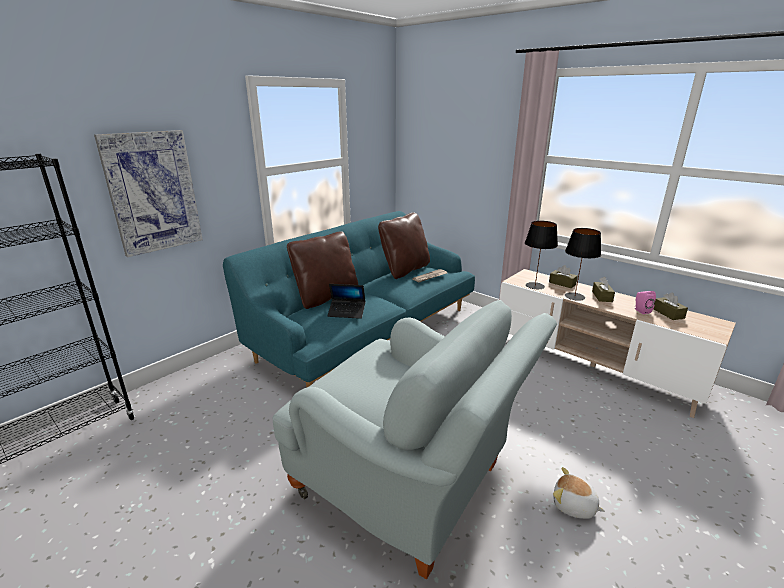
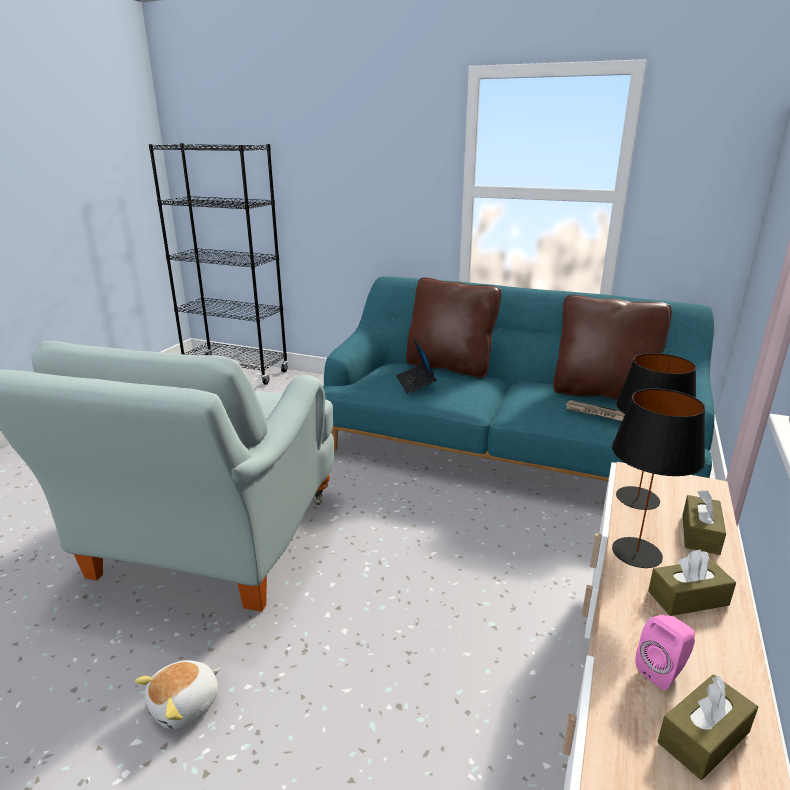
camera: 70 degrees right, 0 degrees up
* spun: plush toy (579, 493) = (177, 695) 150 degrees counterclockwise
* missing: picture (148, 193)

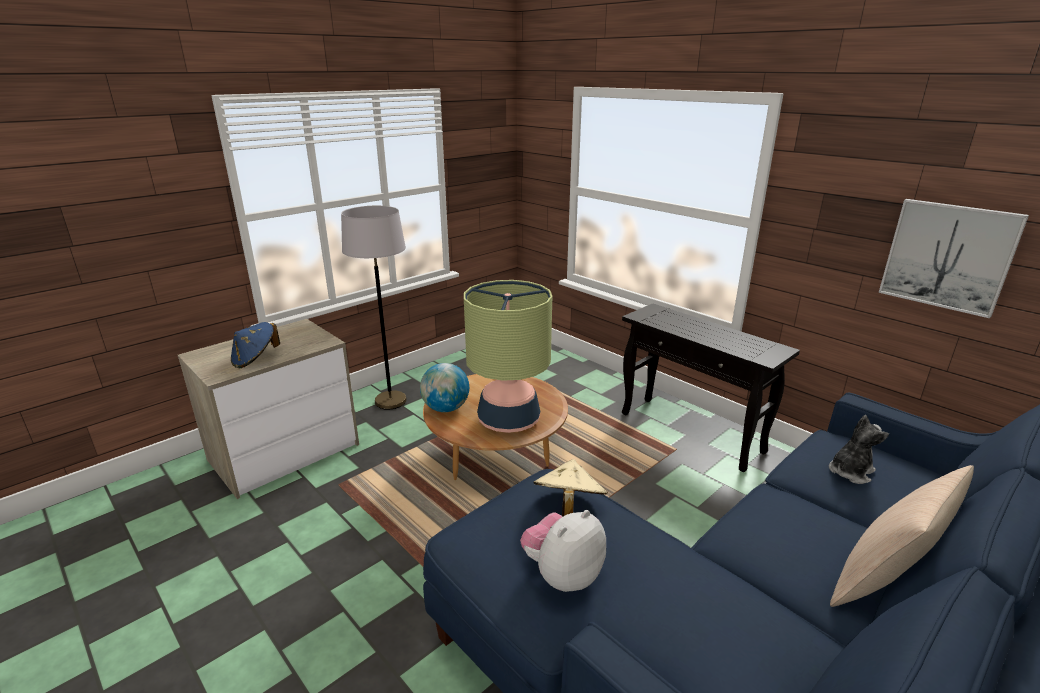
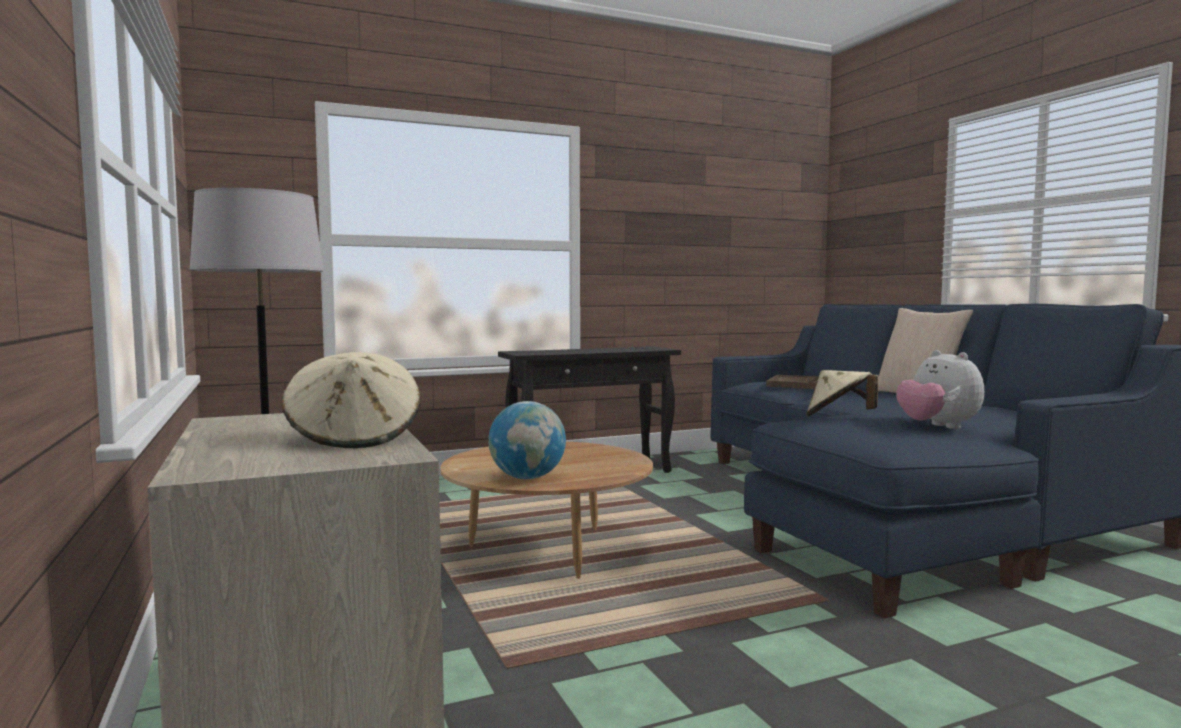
camera: 70 degrees left, 20 degrees down
* colour: hat/blue (255, 345) to hat/beige (350, 400)
* exchanged: plush toy (859, 449) to tray/brown (792, 382)
* missing: table lamp (508, 356)
* missing: picture (953, 258)

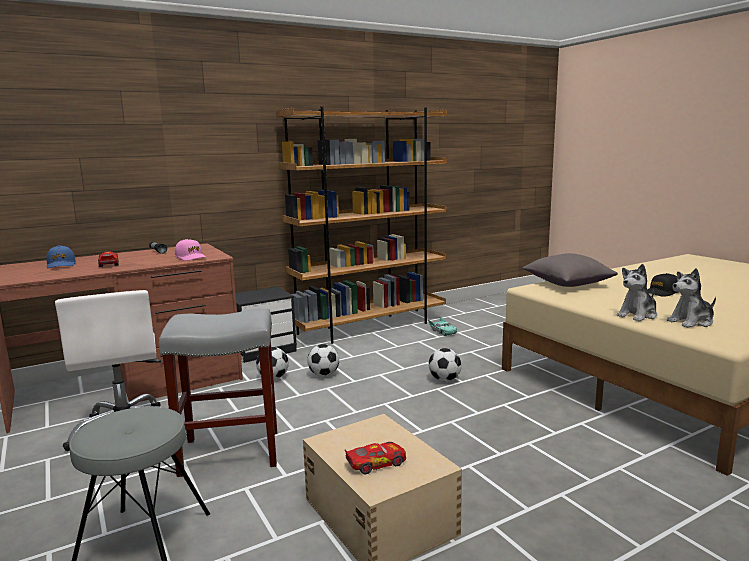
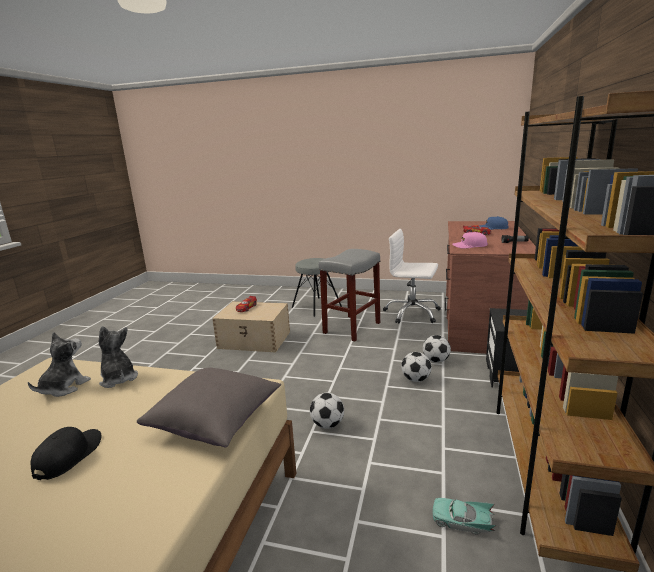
camera: 135 degrees right, 5 degrees up
* spun: plush toy (636, 292) = (118, 357) 45 degrees counterclockwise

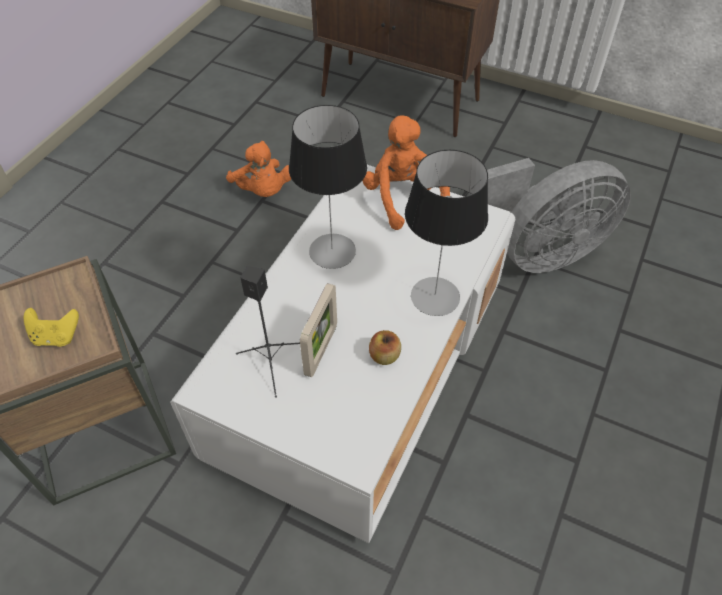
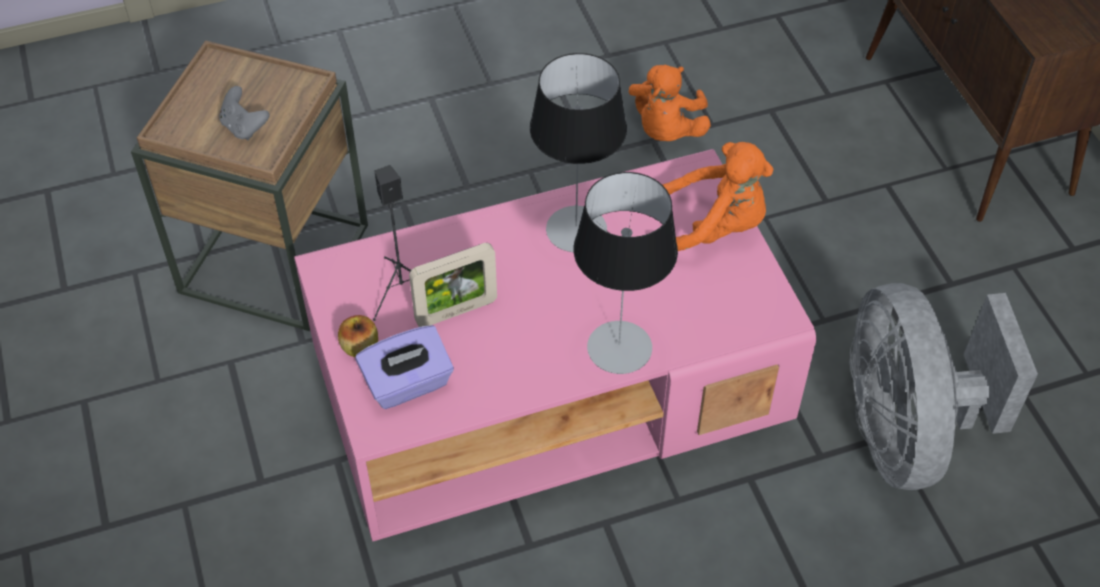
camera: 45 degrees right, 0 degrees up
* colour: game controller/yellow (51, 327) to game controller/grey (244, 113)
* colour: coffee table/white (342, 354) to coffee table/pink (555, 345)
* relocated: apple (385, 347) to (358, 336)
* appeared: tissue box/purple (404, 367)
* spun: plush toy/orange (406, 173) = (717, 196) 75 degrees clockwise
* spun: fan/grey (550, 215) = (943, 386) 60 degrees clockwise

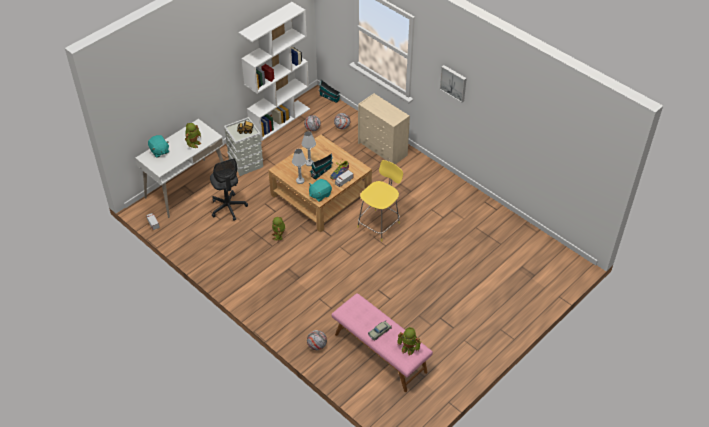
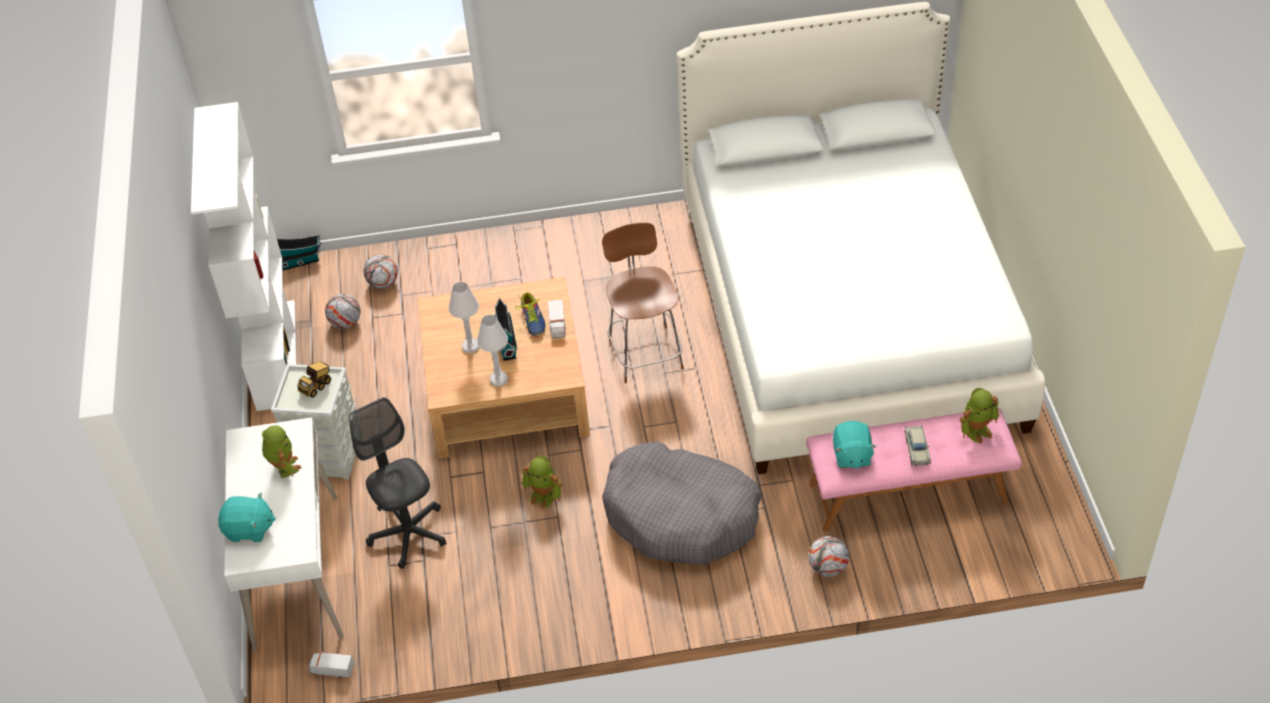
camera: 50 degrees left, 0 degrees up
* spun: office chair/grey (229, 189) = (397, 483) 135 degrees counterclockwise
* colour: stool/yellow (380, 201) to stool/brown (643, 303)
* appeared: dog bed/grey (681, 503)
* appeared: bed/white (861, 238)
* relocated: plush toy/turquoise (320, 190) to (855, 445)
* missing: dresser/beige (384, 128)
* missing: picture (453, 84)

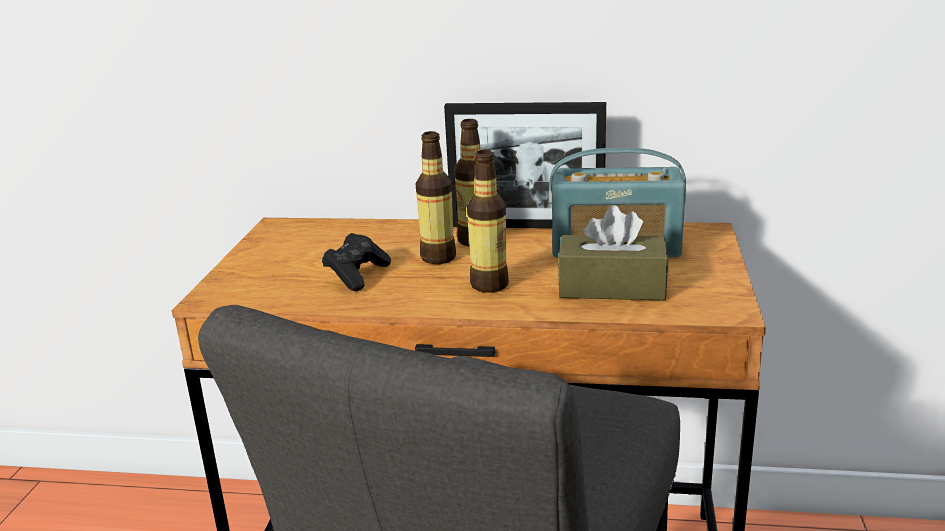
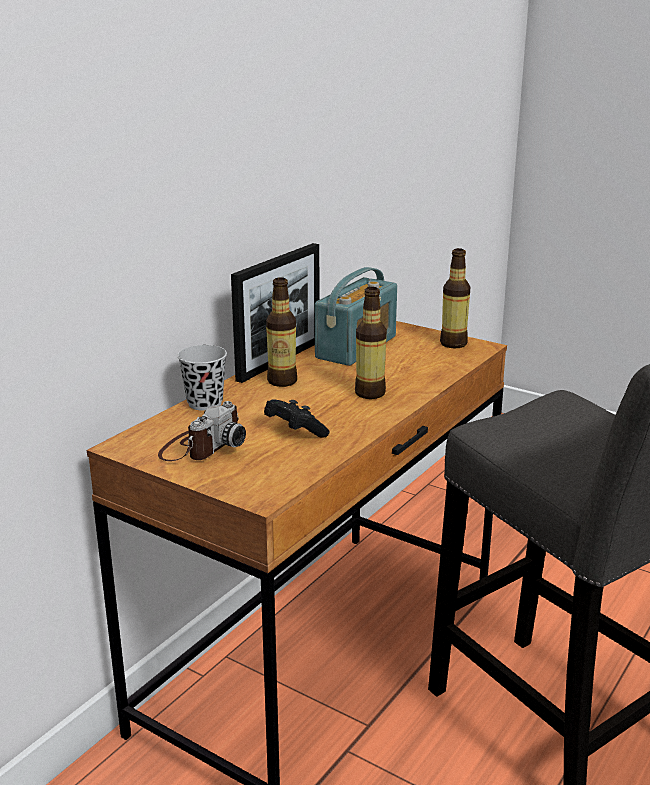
camera: 65 degrees left, 0 degrees up
* appeared: photo camera (202, 431)
* appeared: cup/black (202, 378)
* relocated: bottle (436, 197) to (455, 298)
* missing: tissue box/brown (613, 252)

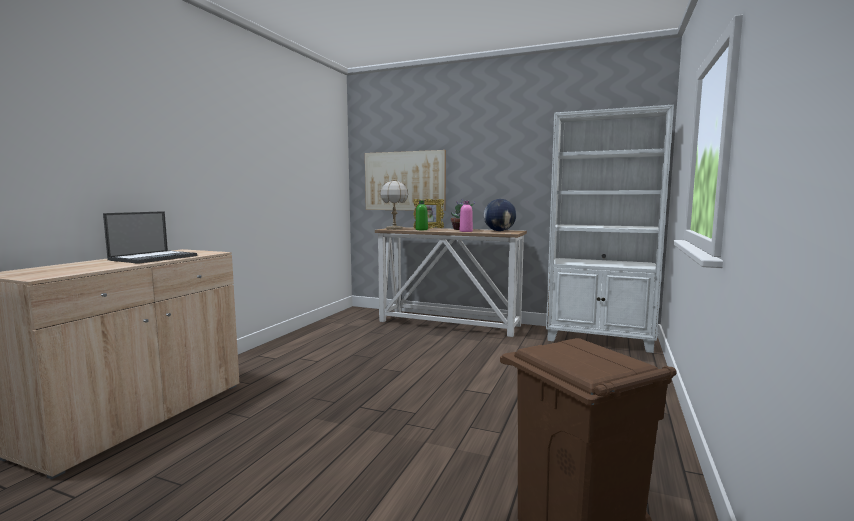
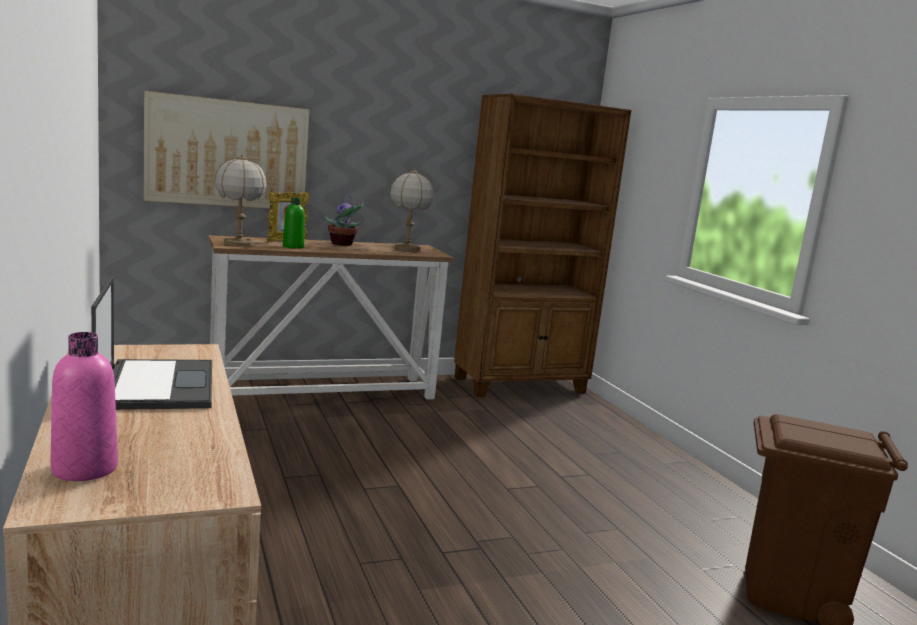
camera: 45 degrees left, 5 degrees up
* relocated: bottle/pink (466, 216) to (84, 406)
* exchanged: globe (500, 215) to table lamp (412, 209)
* colour: bookcase/white (610, 229) to bookcase/brown (542, 245)

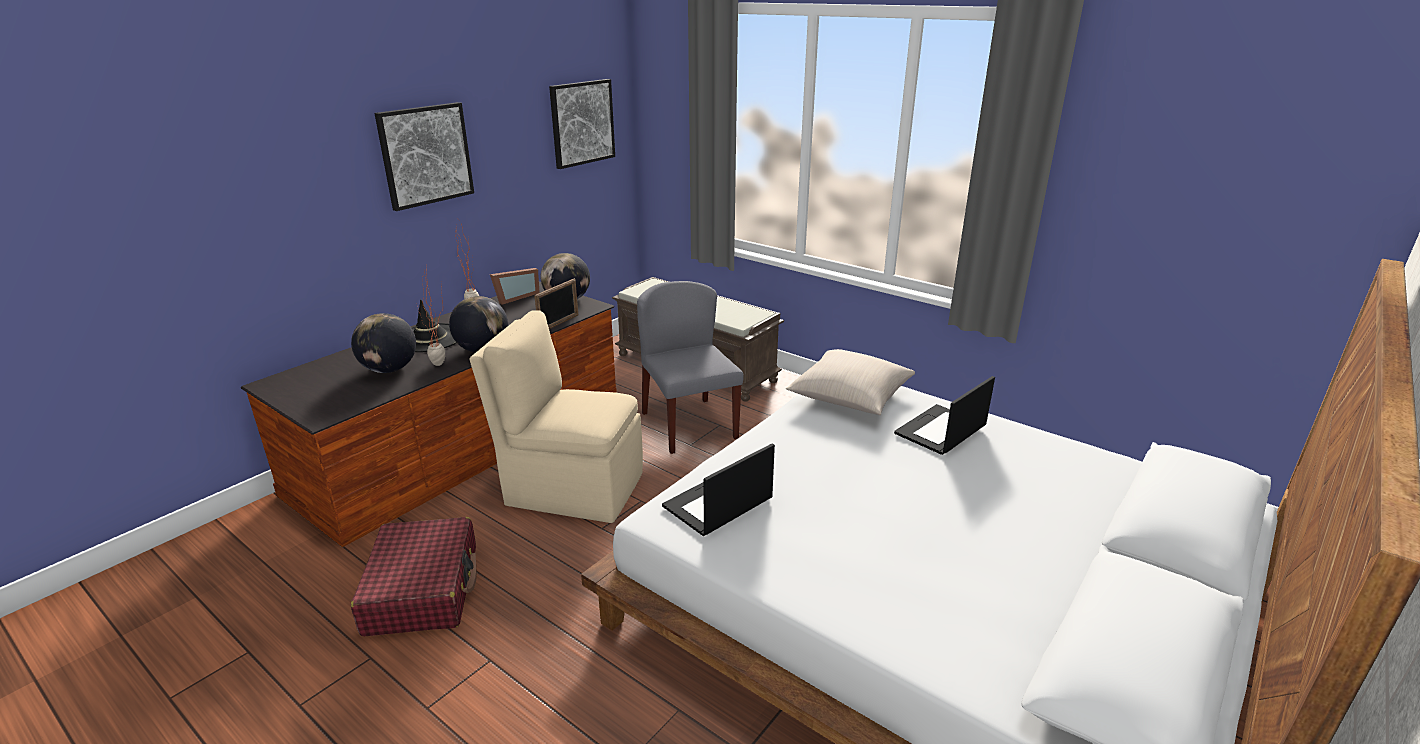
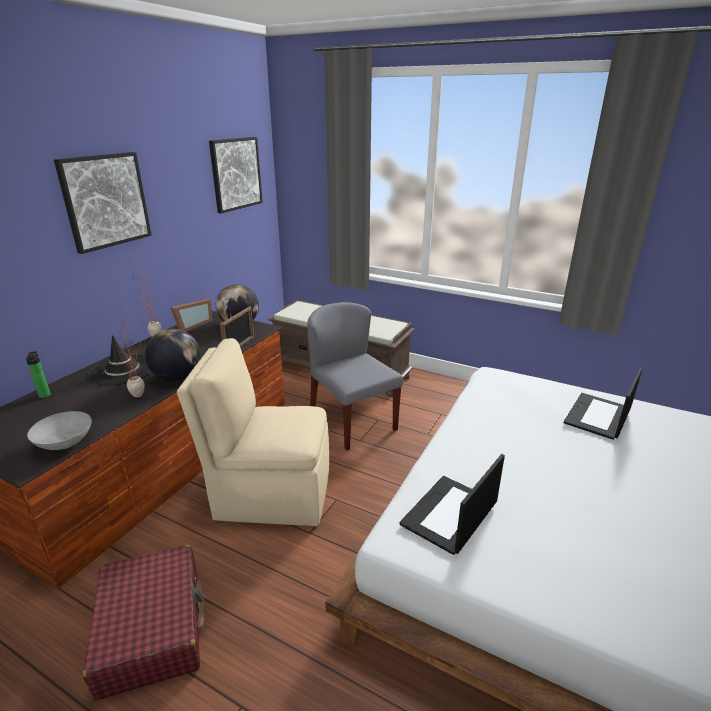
camera: 10 degrees left, 0 degrees up
* appeared: bottle (38, 374)
* appeared: bowl/grey (59, 430)
* missing: globe (383, 343)
* missing: pillow/beige (850, 382)

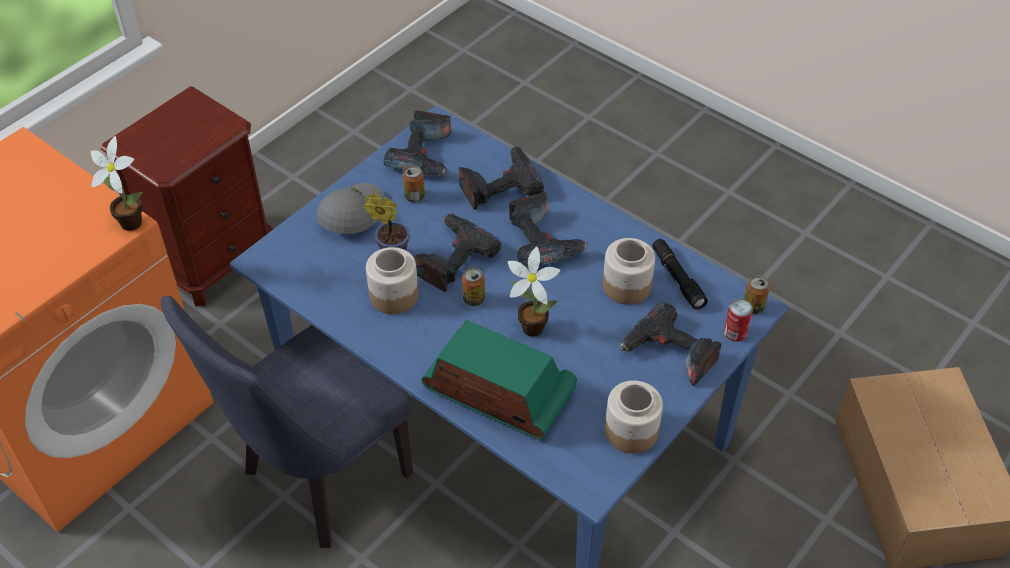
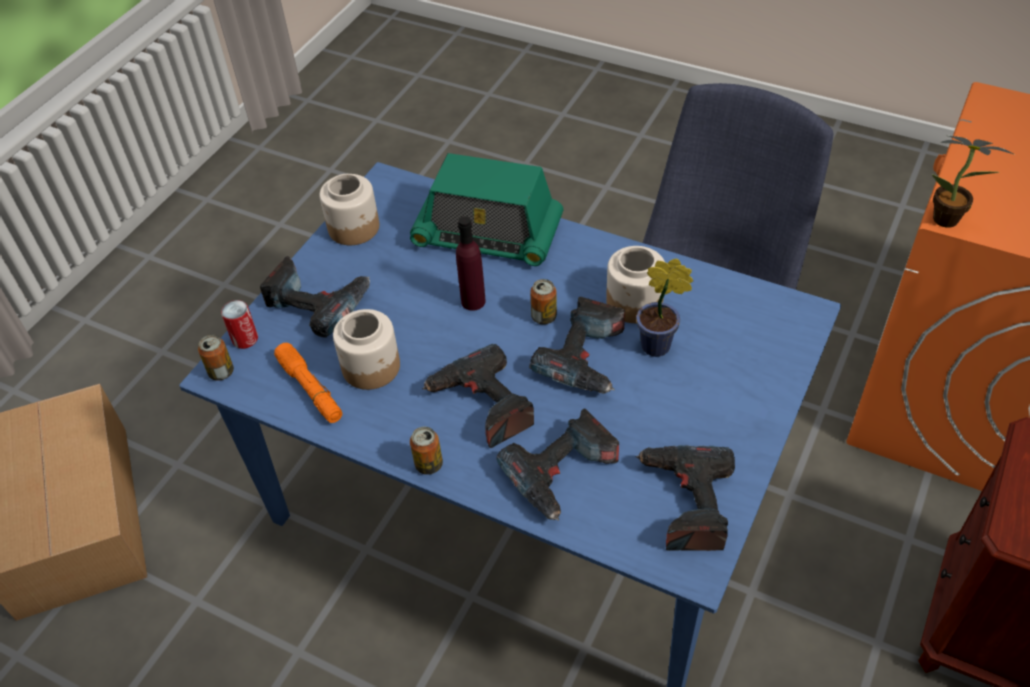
camera: 170 degrees right, 0 degrees up
* colour: flashlight/black (680, 274) to flashlight/orange (308, 382)
* relocated: can (414, 183) to (426, 451)
* exchanged: potted plant (534, 292) to bottle/purple (471, 263)
* missing: cap/grey (350, 208)

